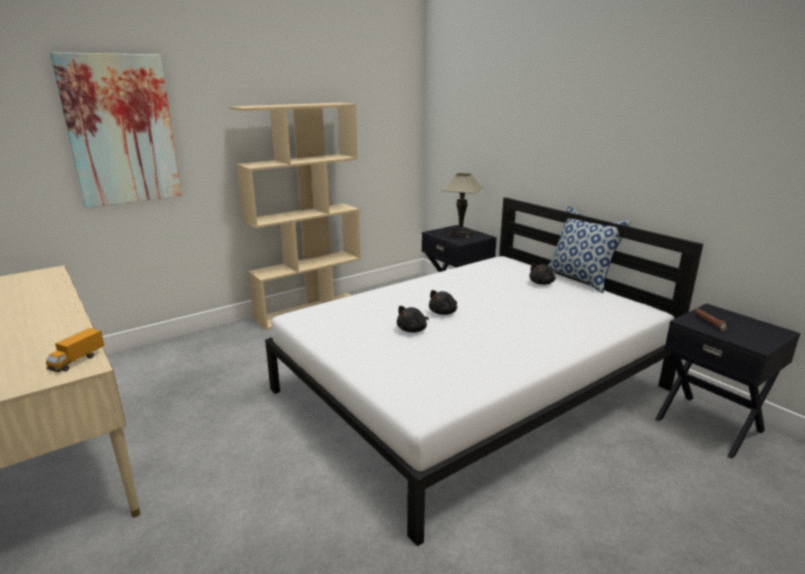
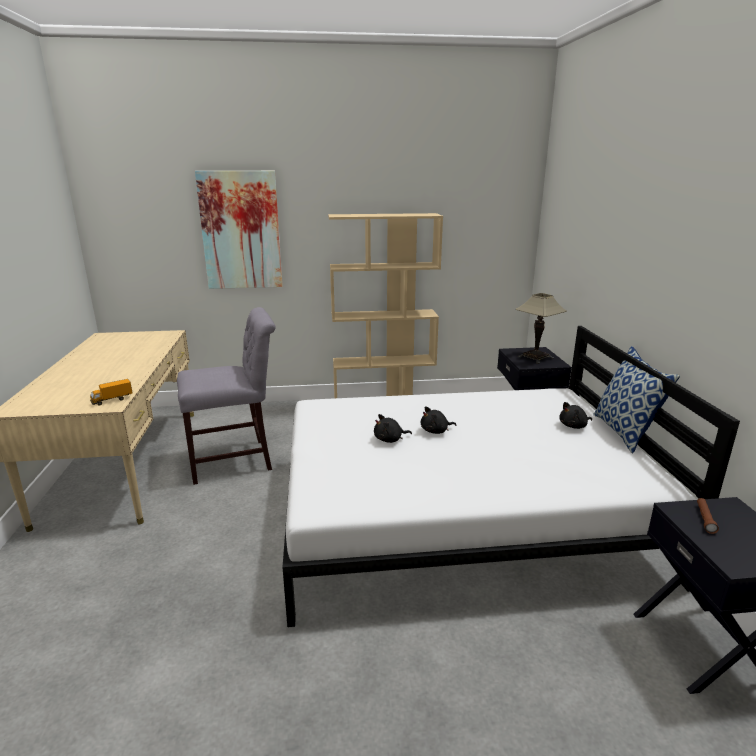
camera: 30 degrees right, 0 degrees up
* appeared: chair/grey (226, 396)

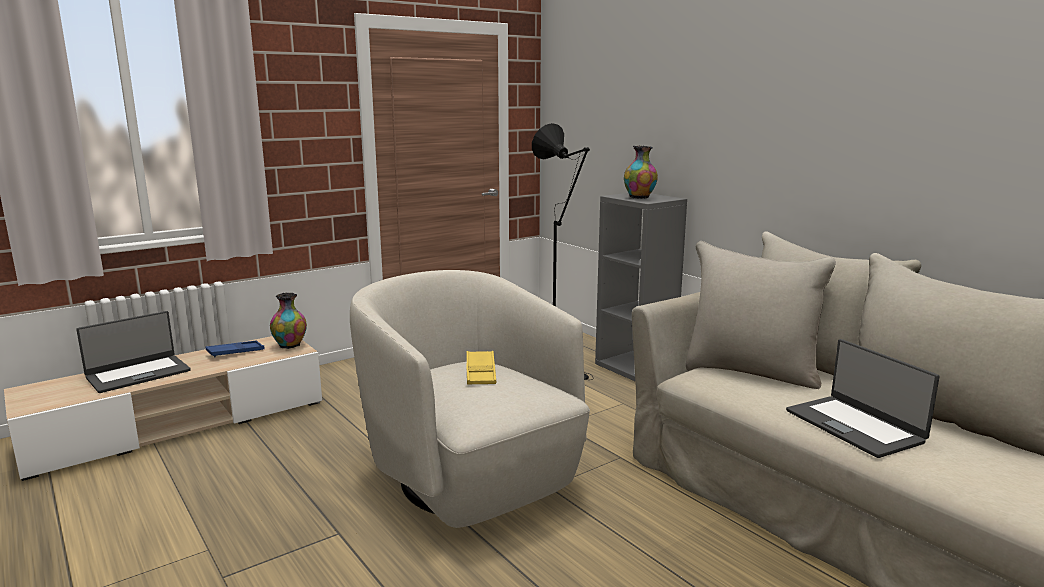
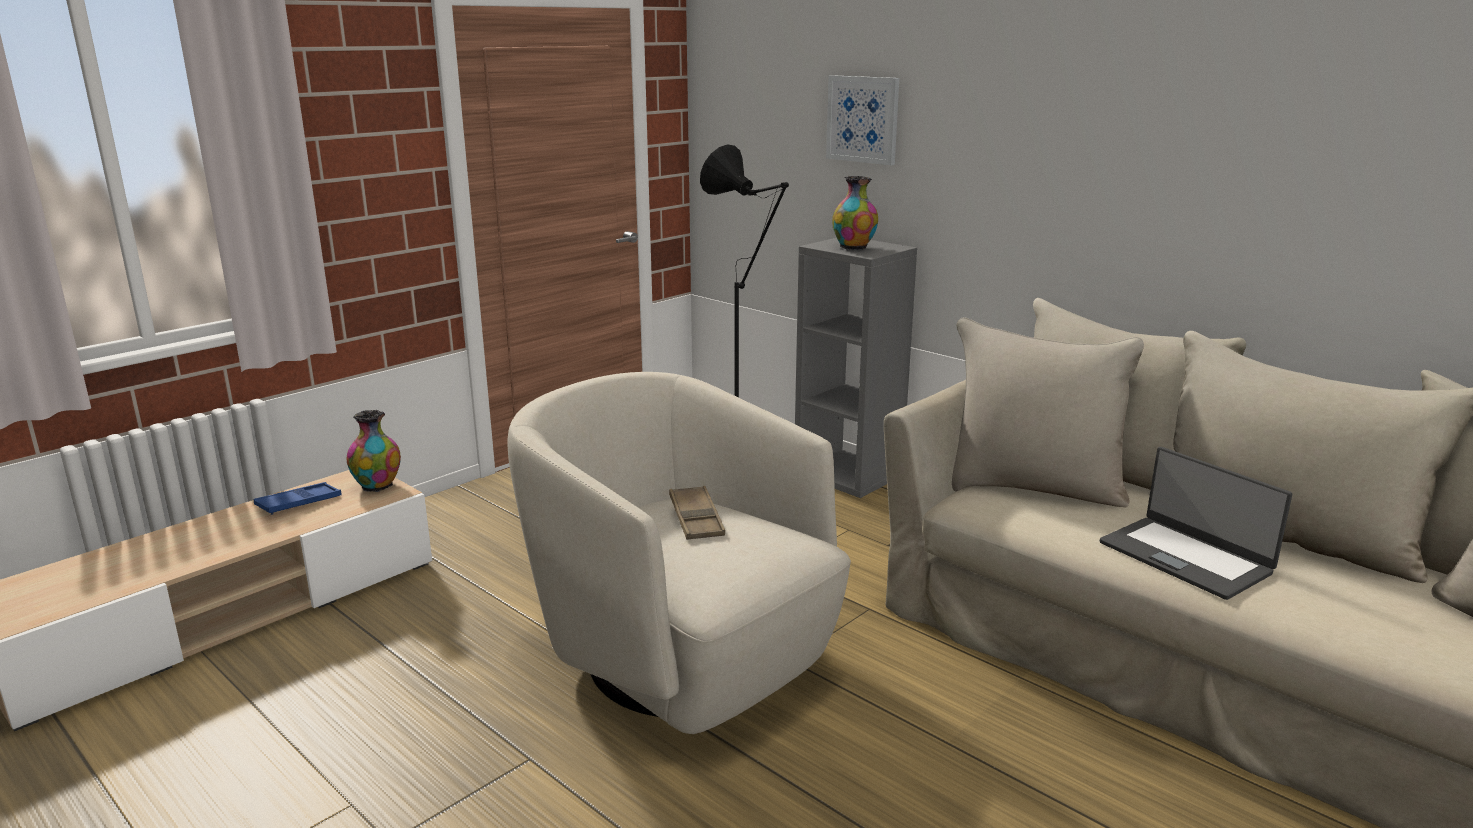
camera: 10 degrees left, 5 degrees up
* colour: tray/yellow (481, 367) to tray/brown (697, 513)
* appeared: picture (862, 120)
* missing: laptop (133, 352)

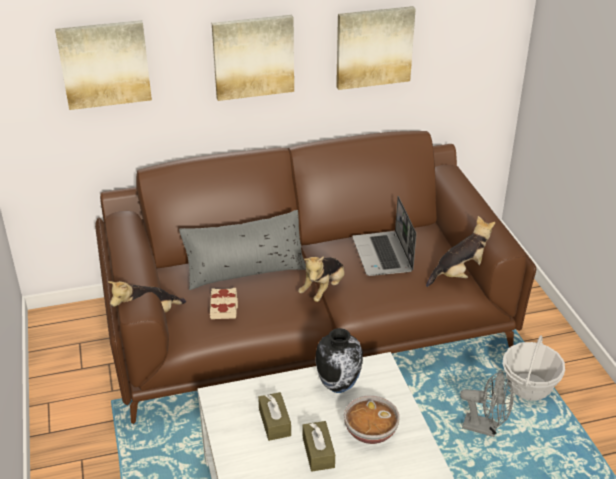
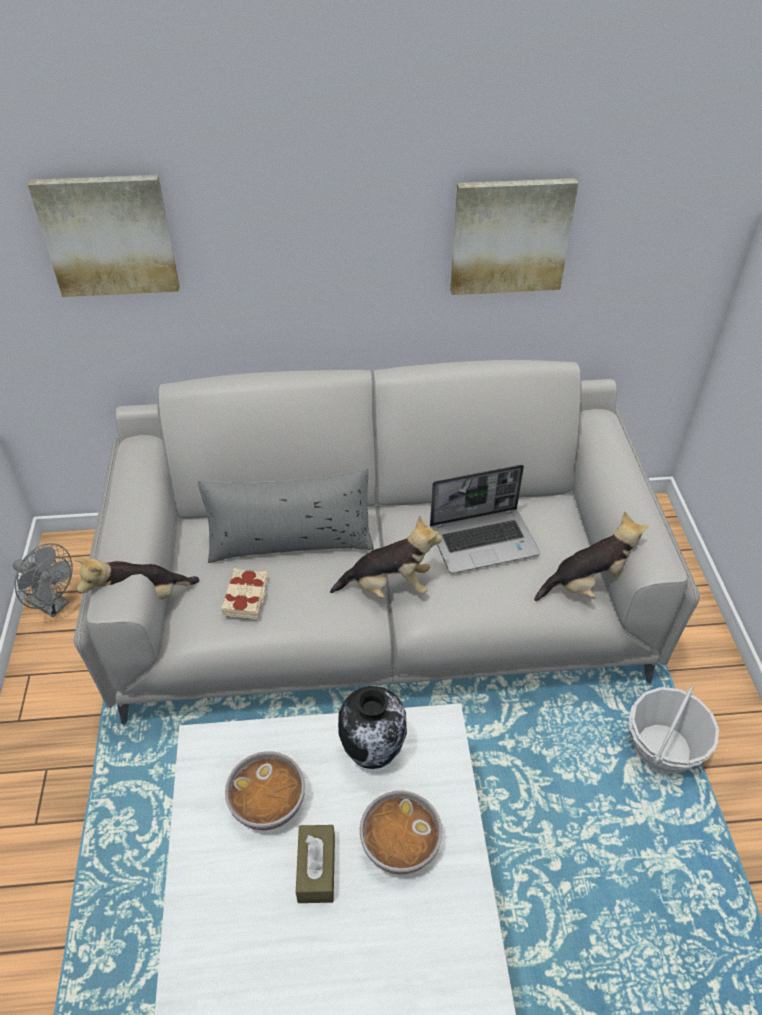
camera: 10 degrees right, 10 degrees up
* relocated: fan/grey (486, 403) to (43, 580)
* colour: sofa/brown (315, 277) to sofa/grey (387, 542)
* exchanged: tissue box/brown (274, 416) to bowl (265, 790)
* spun: plush toy (321, 279) = (386, 557) 135 degrees counterclockwise
* spun: laptop (384, 236) = (485, 519) 105 degrees counterclockwise
* missing: picture (253, 58)

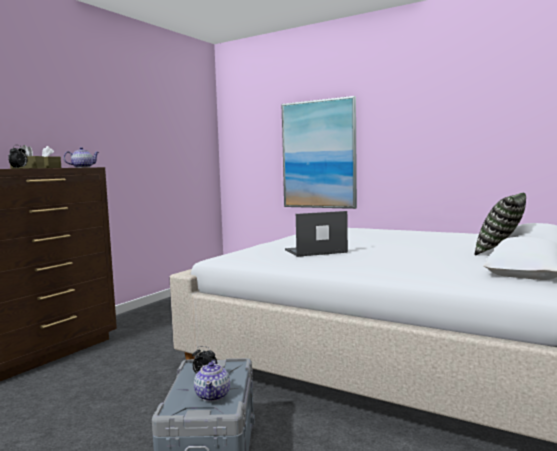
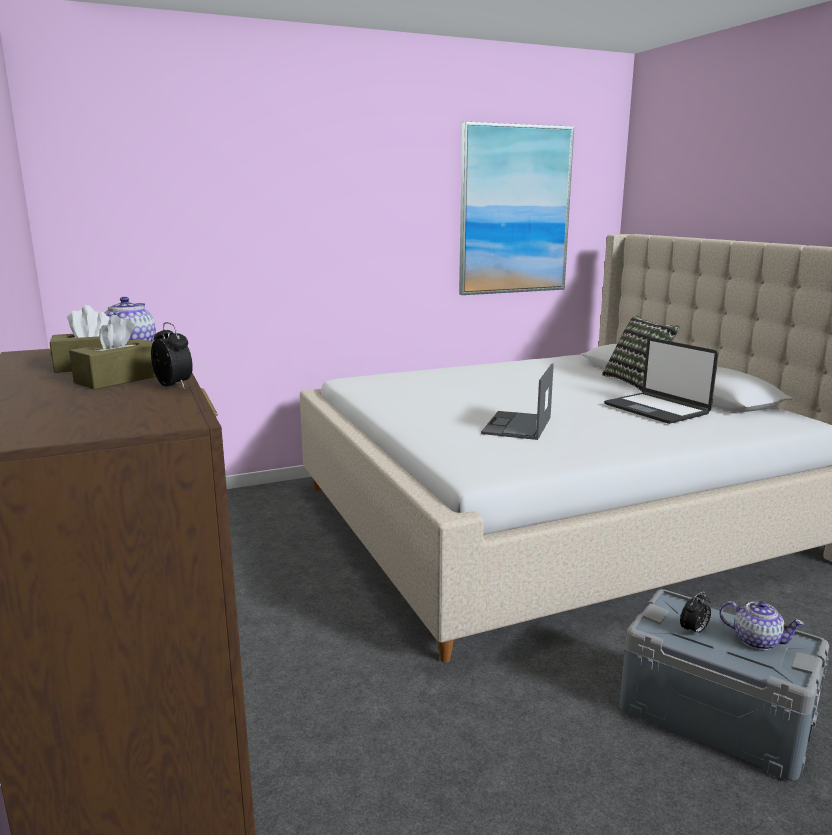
camera: 55 degrees left, 10 degrees up
* relocated: picture (319, 152) to (516, 208)
* appeared: laptop (661, 381)

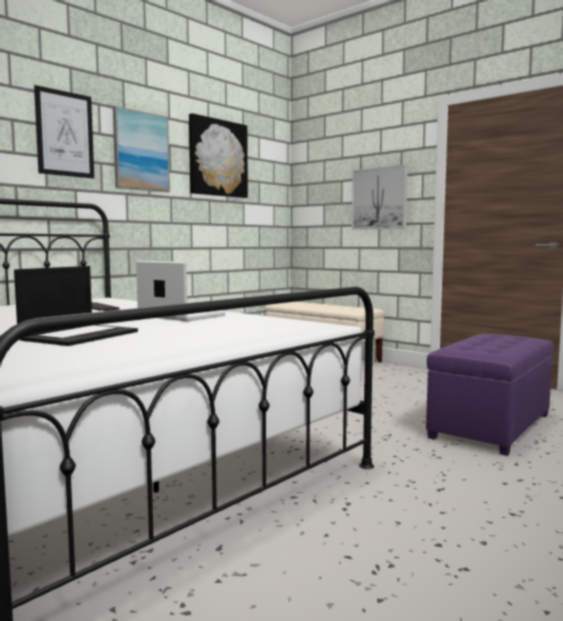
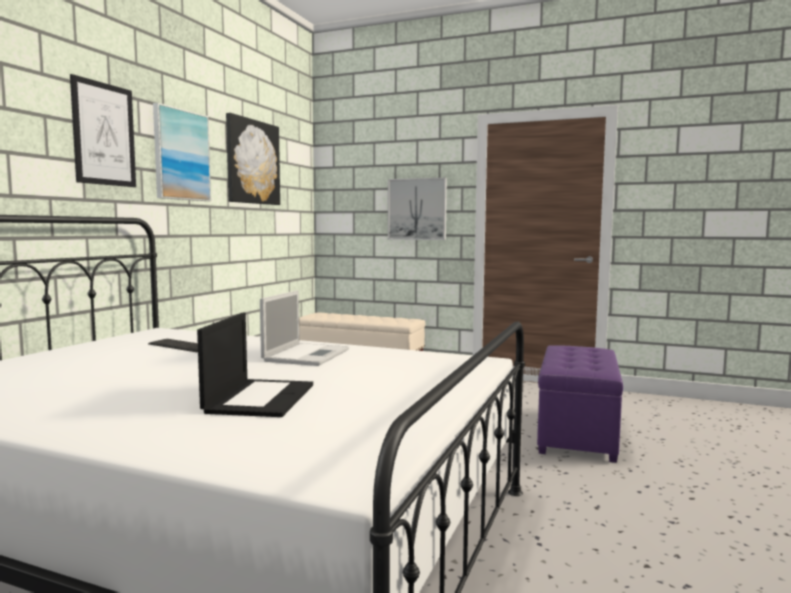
camera: 20 degrees left, 0 degrees up
* spun: laptop (180, 291) = (304, 328) 90 degrees clockwise

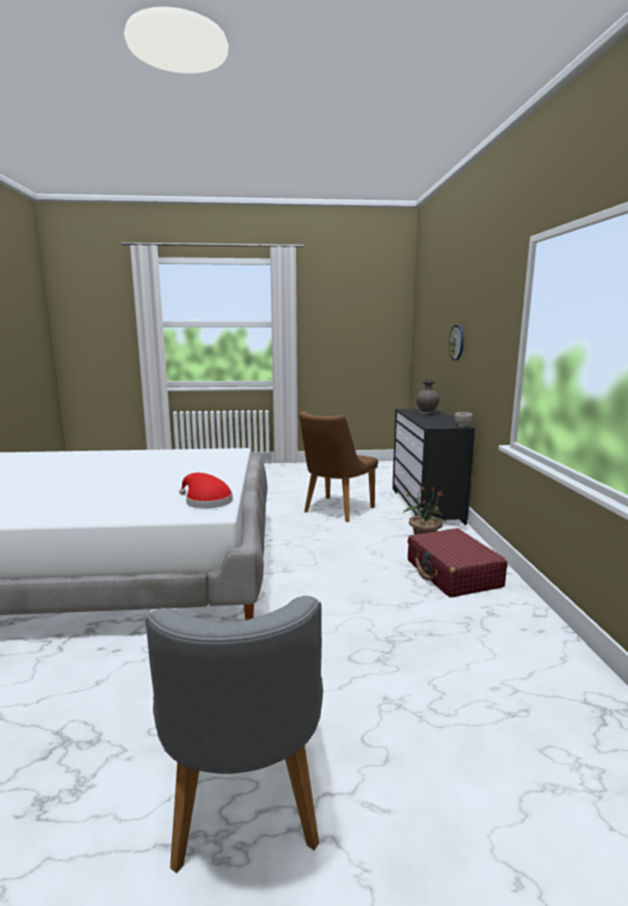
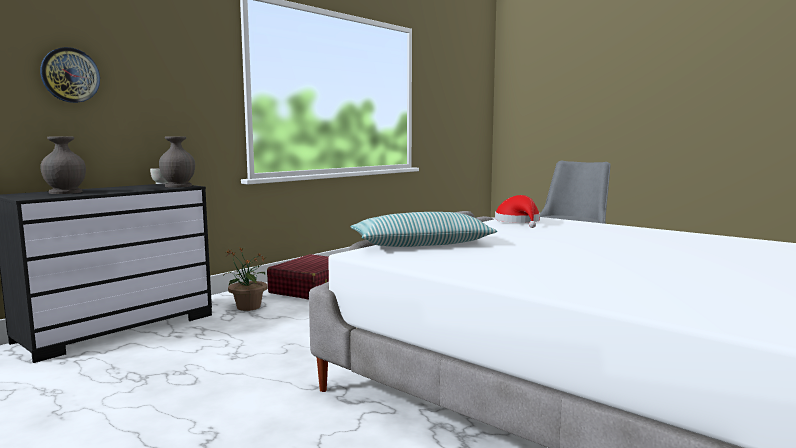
camera: 135 degrees left, 5 degrees down
* appeared: vase/grey (177, 162)
* appeared: pillow (424, 229)
* missing: chair/brown (338, 466)

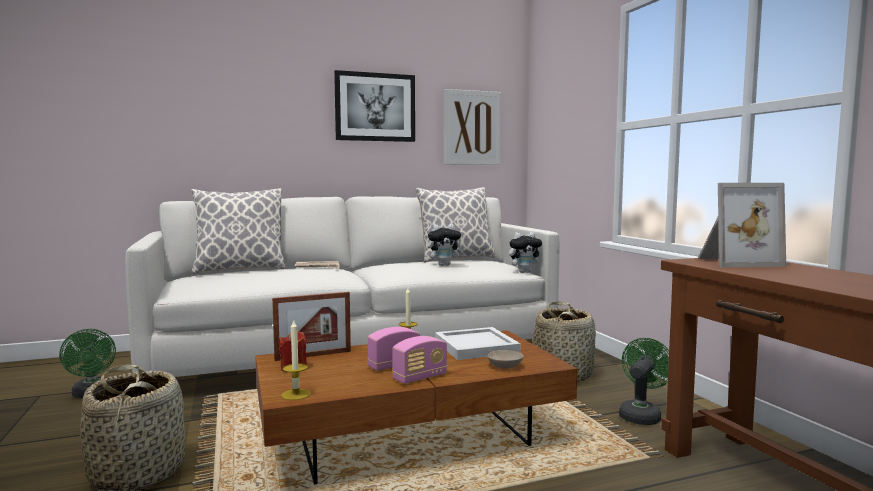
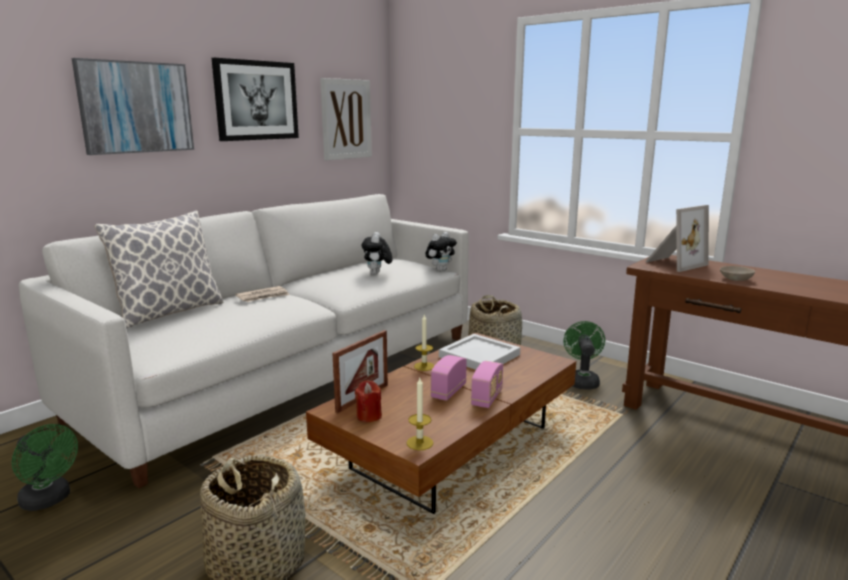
camera: 30 degrees left, 10 degrees up
* appeared: picture (133, 106)
* spun: plush toy (445, 245) = (377, 253) 135 degrees clockwise
* relocated: bowl/beige (505, 359) to (737, 273)
* missing: pillow (455, 224)

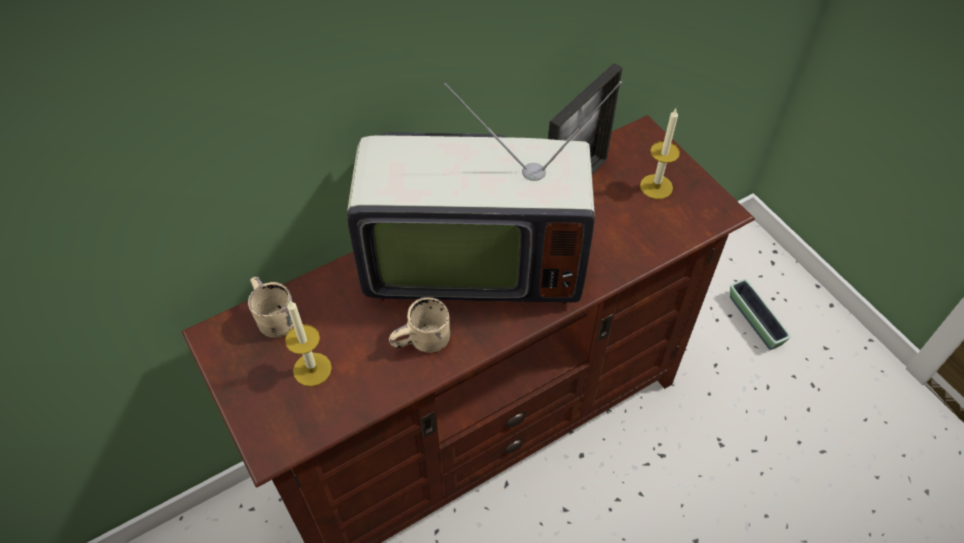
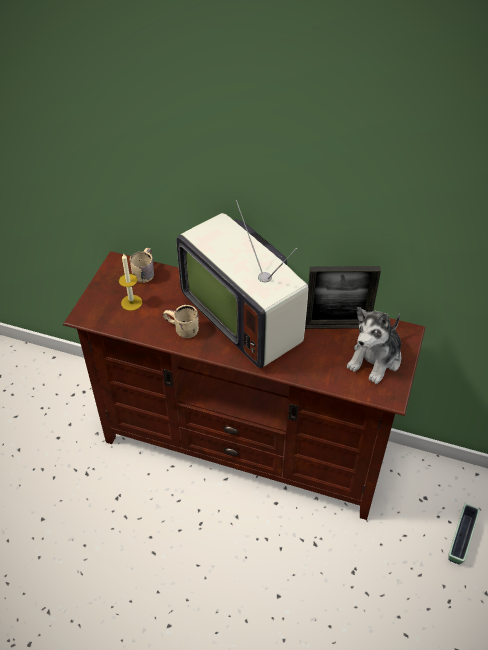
camera: 50 degrees right, 5 degrees down
* exchanged: candle (660, 154) to plush toy (374, 345)

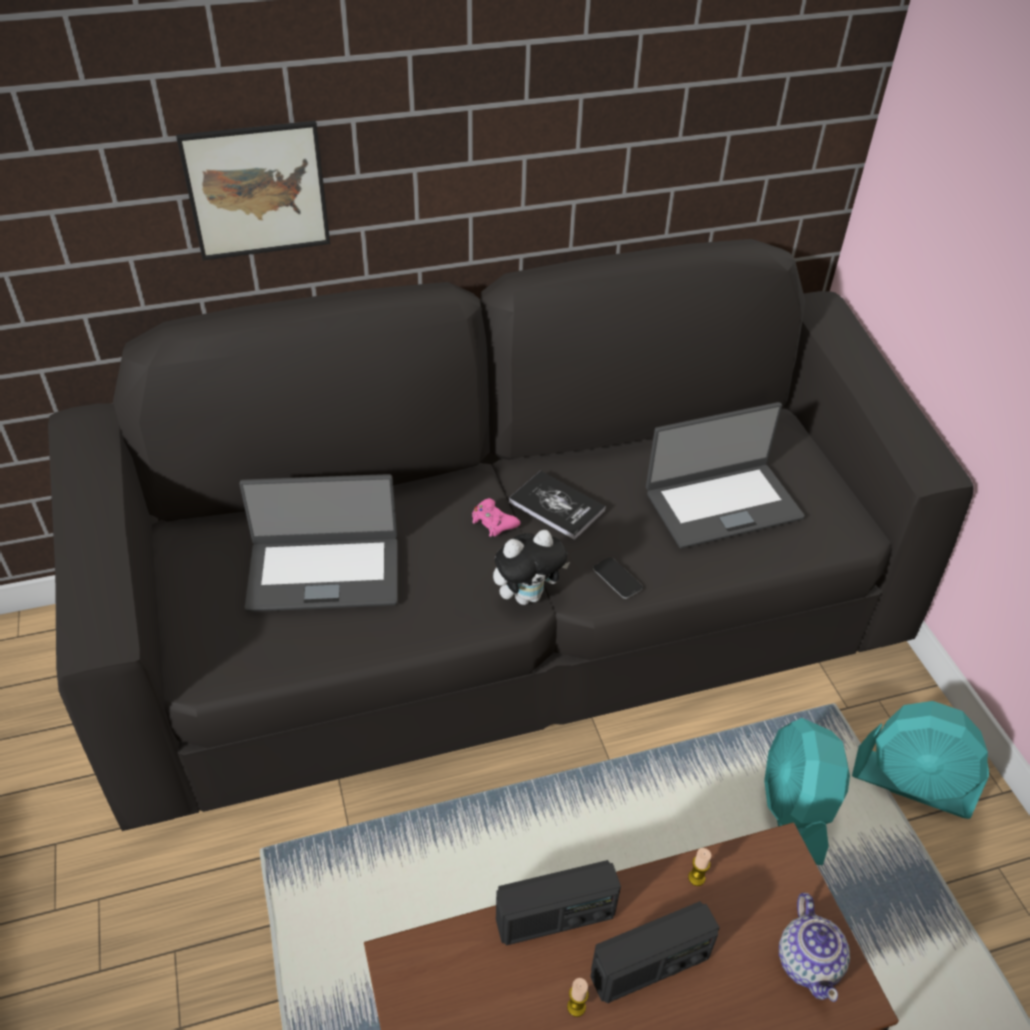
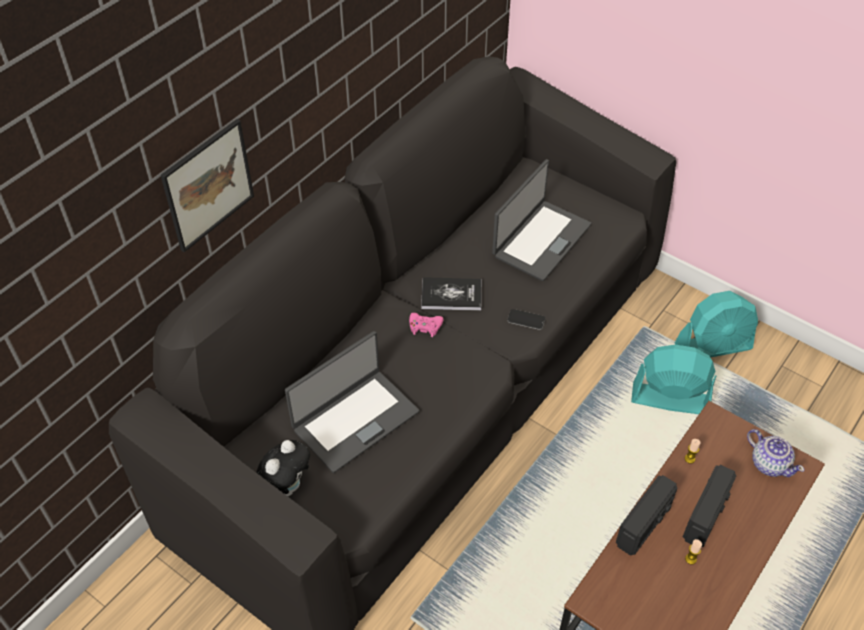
camera: 35 degrees left, 5 degrees up
* relocated: plush toy (531, 567) to (283, 468)
* spun: fan/turquoise (807, 791) = (674, 379) 135 degrees clockwise

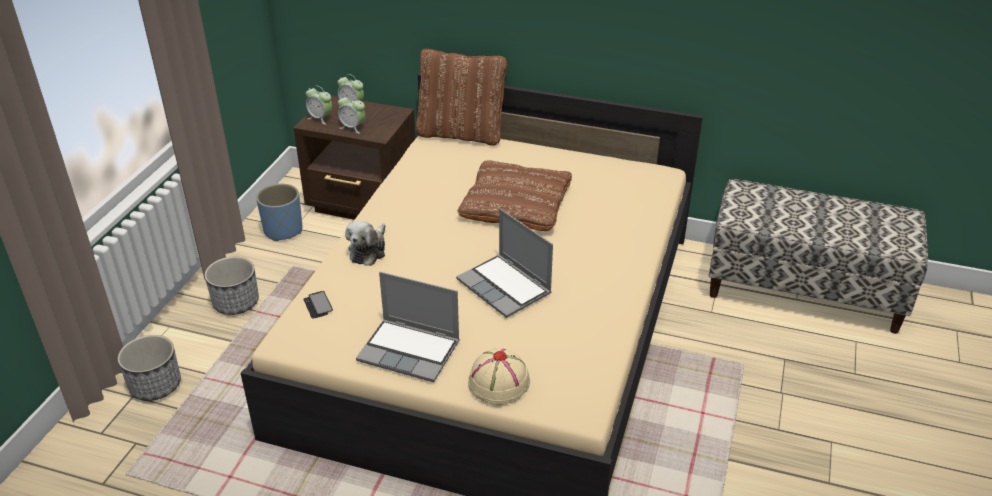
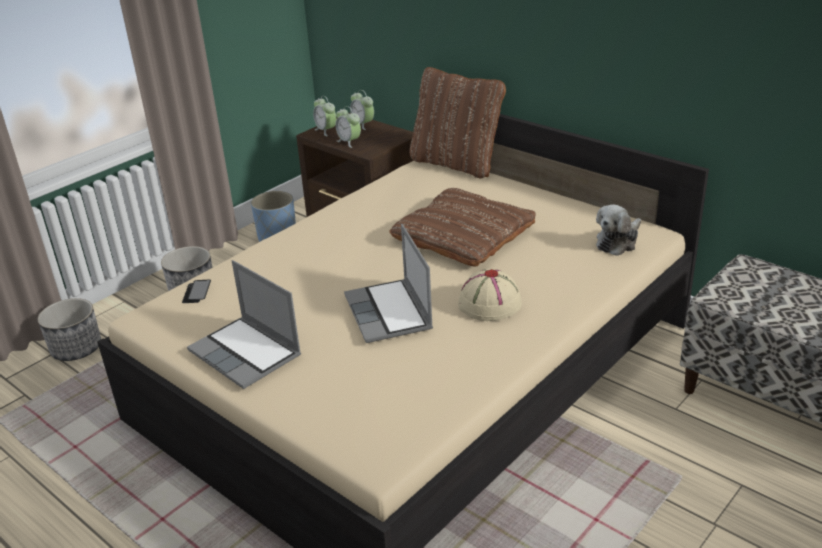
camera: 25 degrees right, 5 degrees down
* relocated: hat/beige (499, 376) to (490, 294)
* relocated: plush toy (365, 243) to (618, 230)

